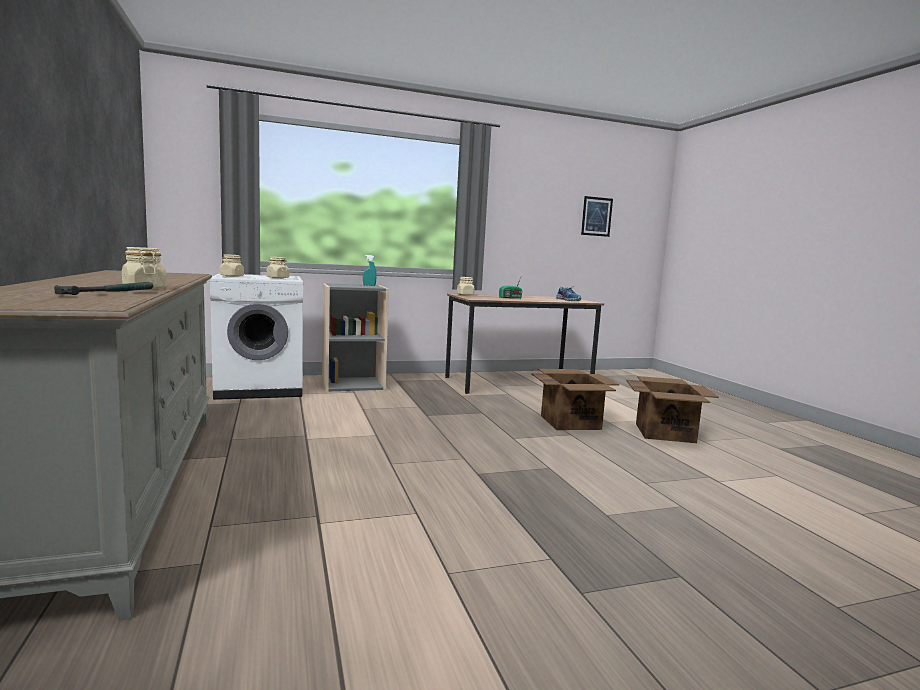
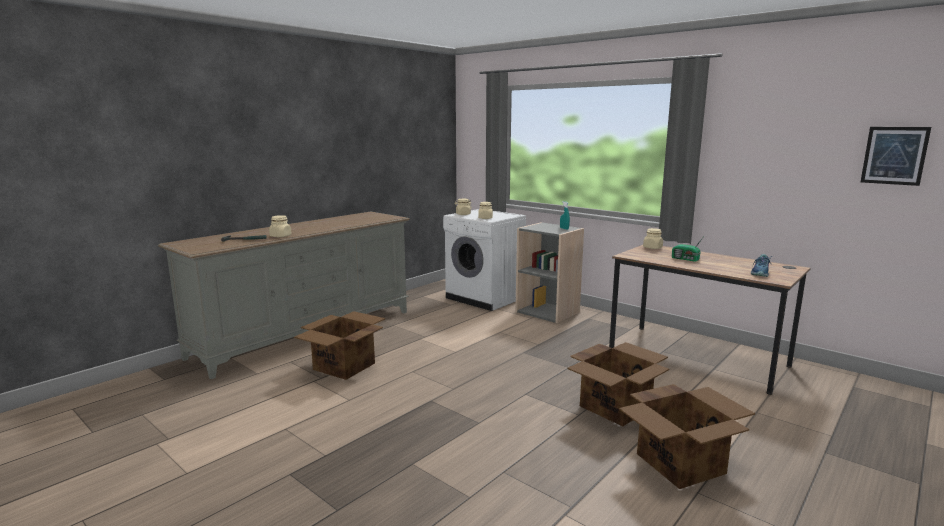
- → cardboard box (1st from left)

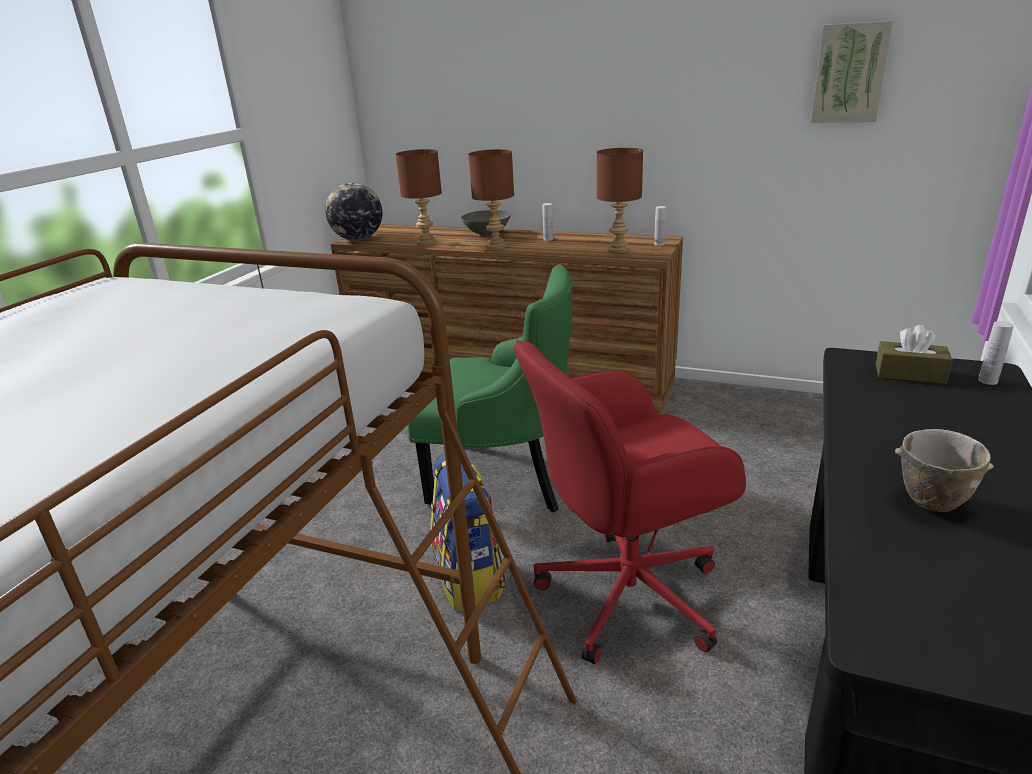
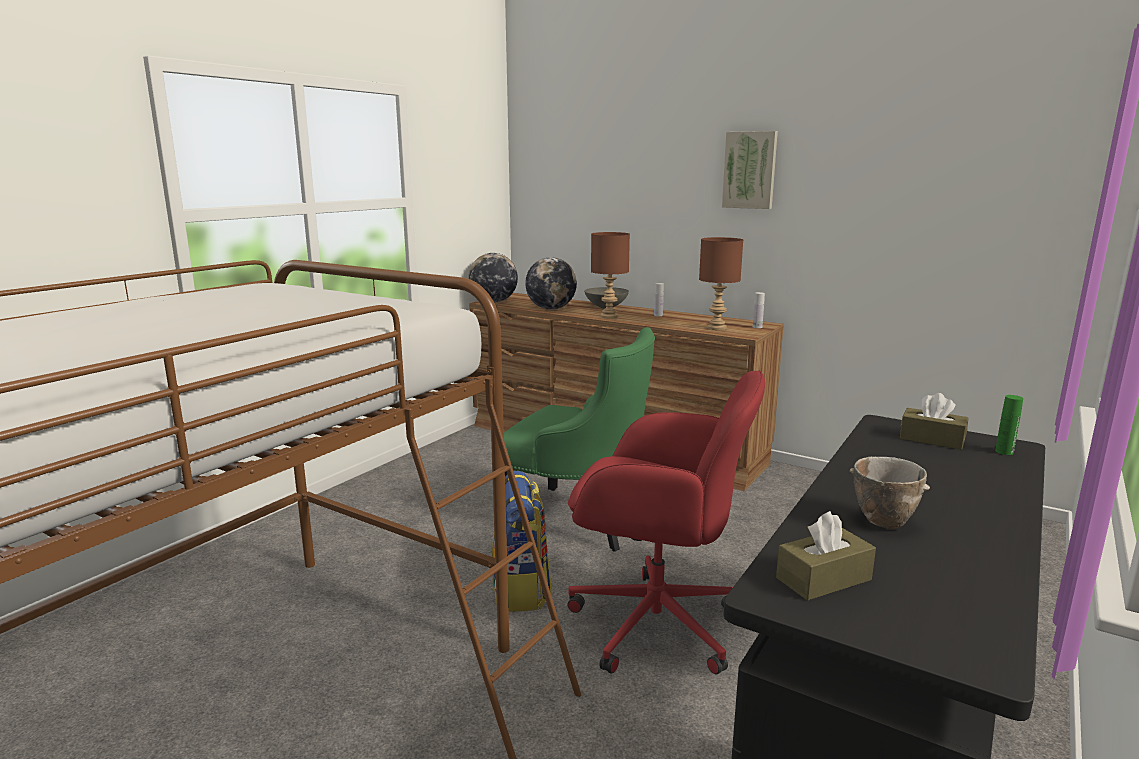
wall picture, move
brown table lamp (1st from left) → world globe (2nd from left)
whitish bottle (3rd from left) → greenish bottle
reddish office chair, 150 degrees counterclockwise
- → brown box of tissues (1st from left)

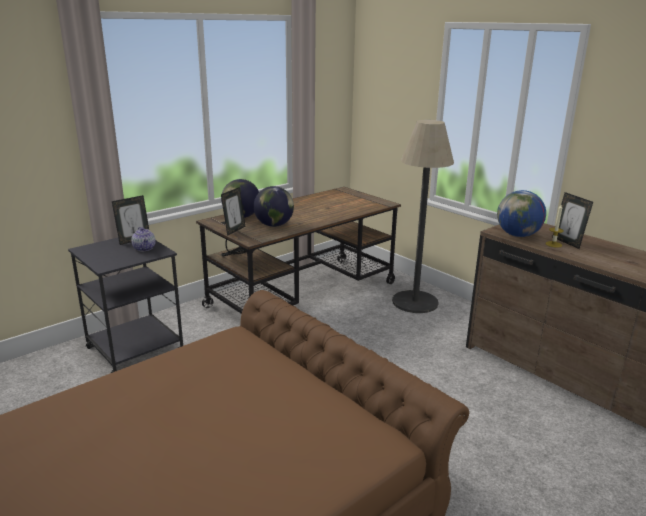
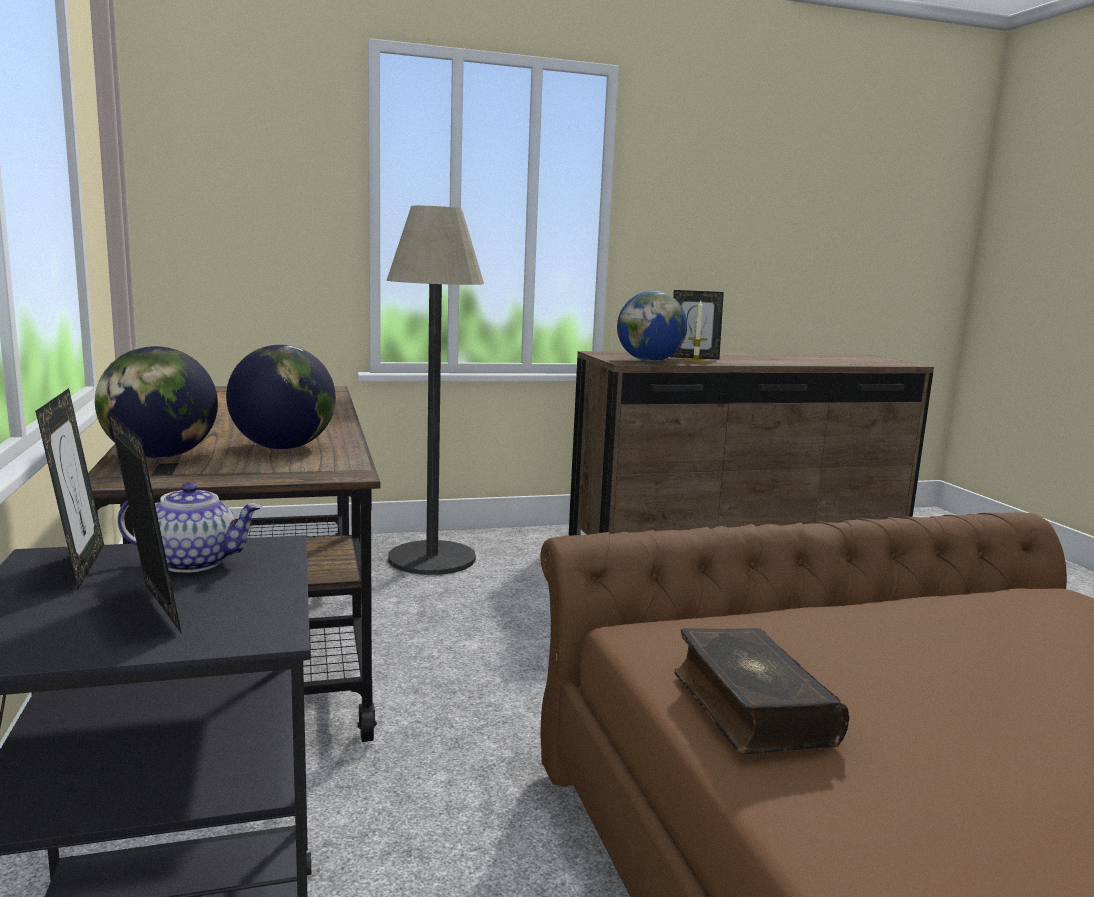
picture frame (2nd from left), move
- → bound book

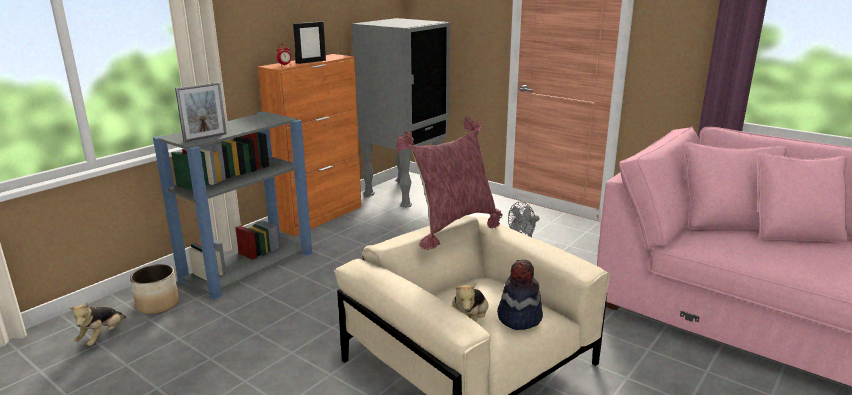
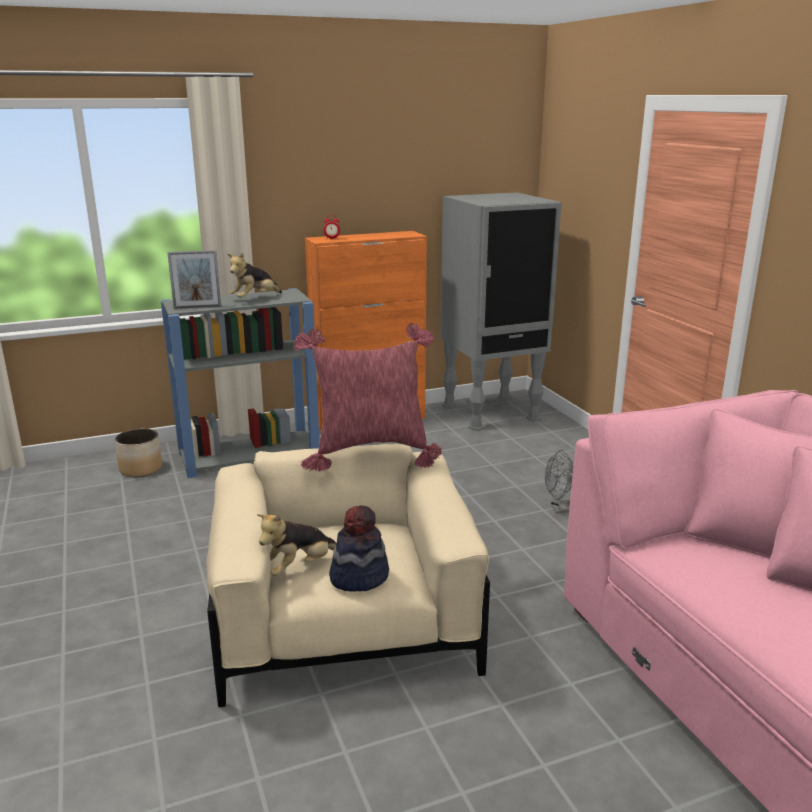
picture frame (2nd from left) → -
plush toy (1st from left), move

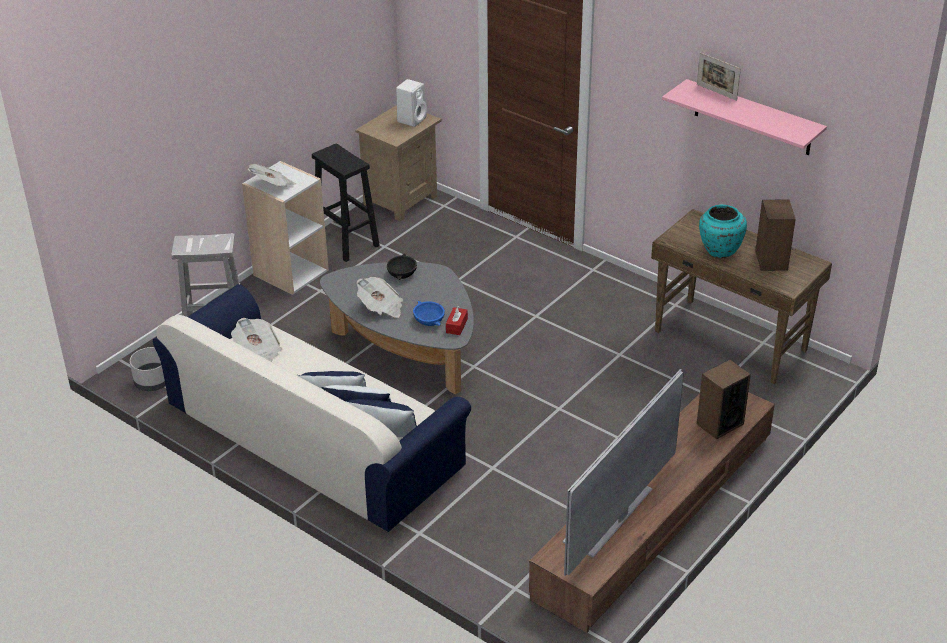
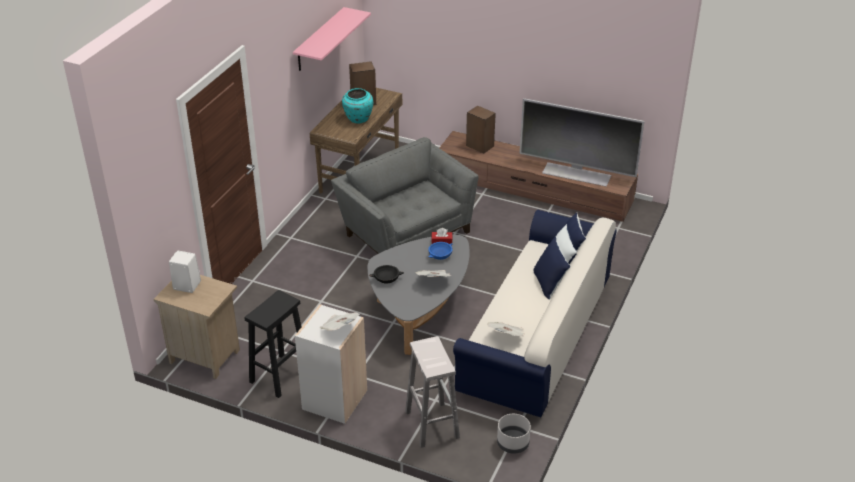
picture frame → -
- → gray armchair

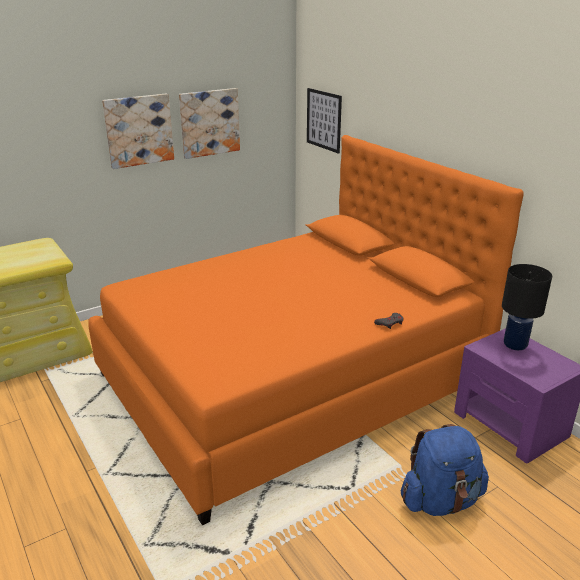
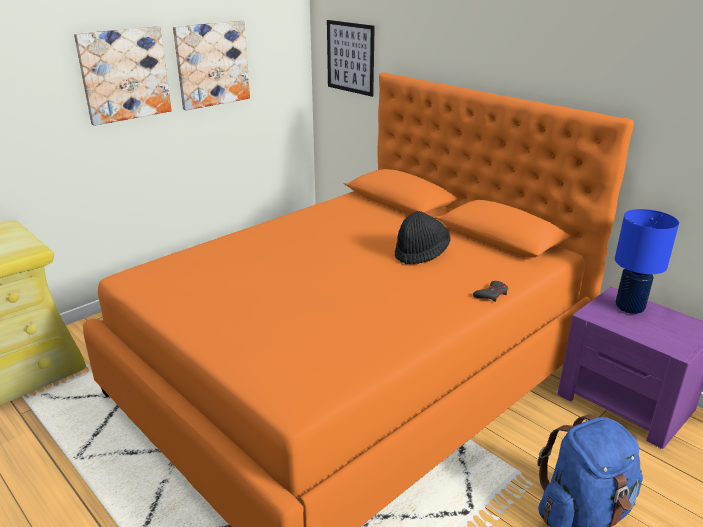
blackish table lamp → blue-coloured table lamp
- → blackish clothing hat

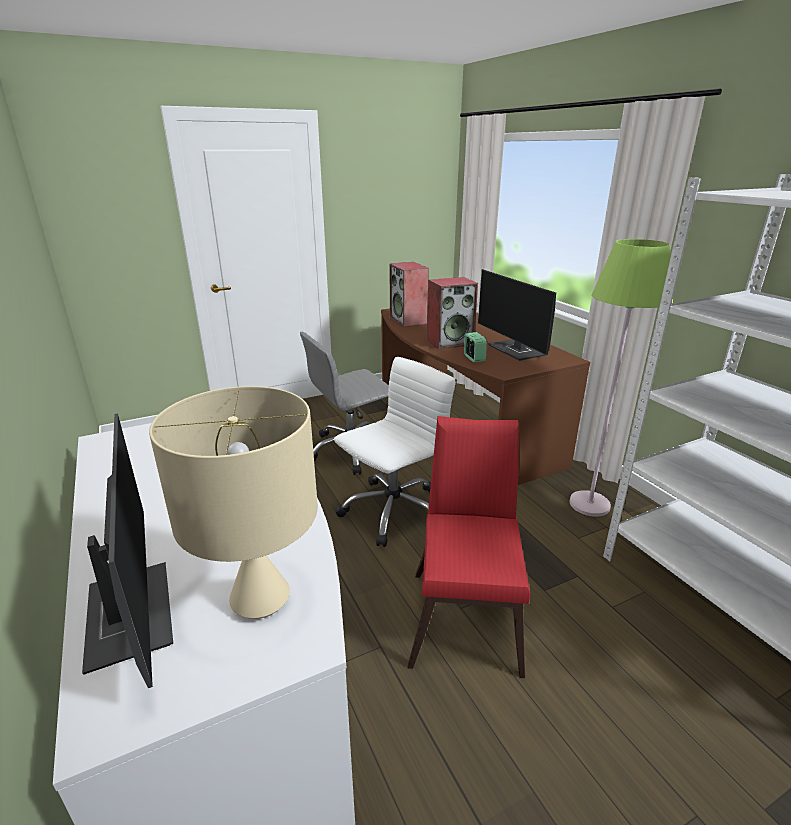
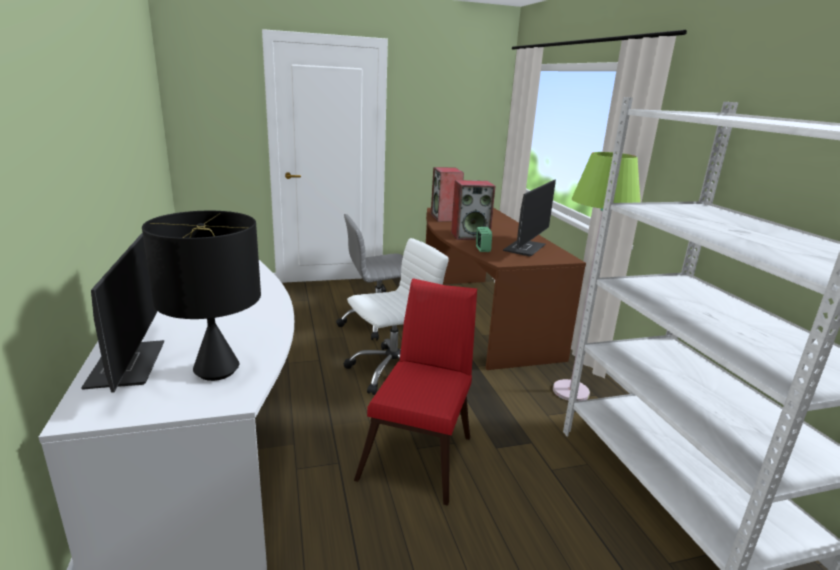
computer display (2nd from left), 135 degrees counterclockwise
beige-coloured table lamp → blackish table lamp

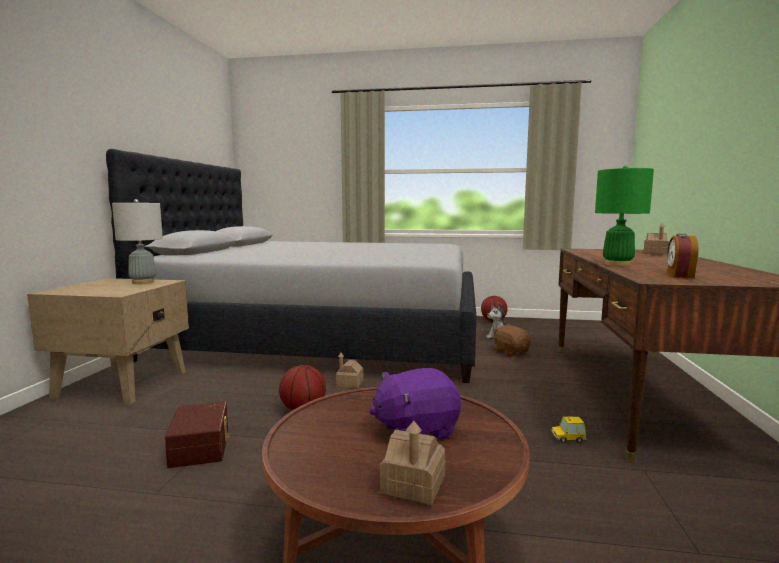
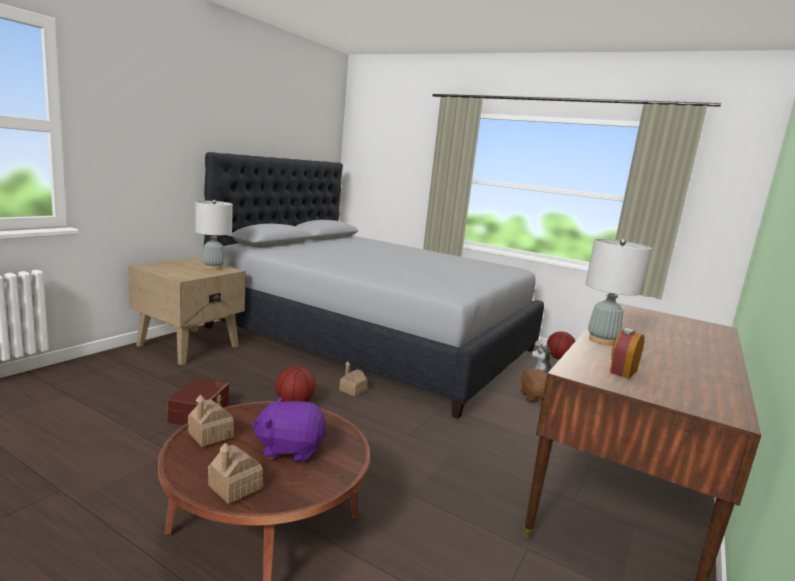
greenish table lamp → gray table lamp (2nd from left)
model house (3rd from left in the first image) → model house (1st from left), move
model car → -

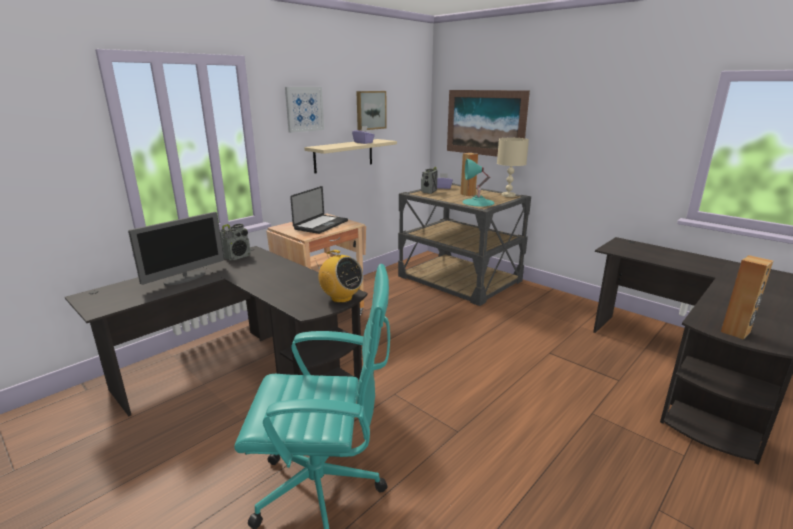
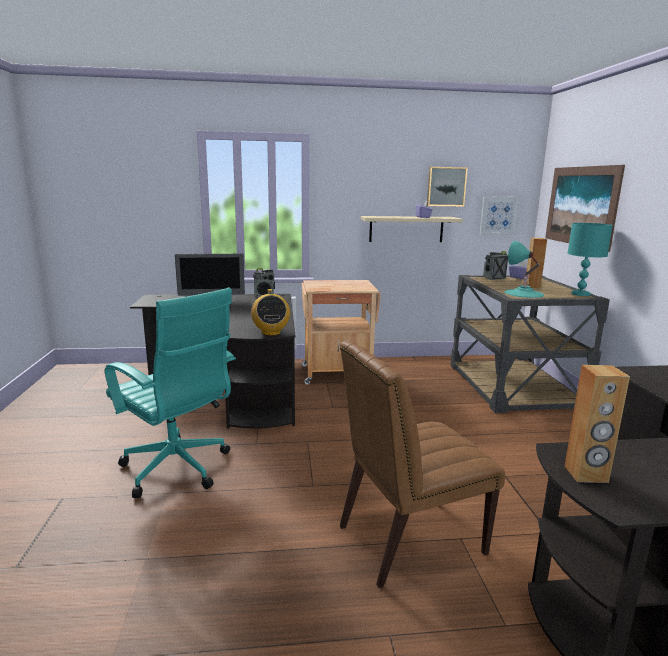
wall picture (1st from left in the first image) → wall picture (2nd from left), move
beige-coloured table lamp → blue-green table lamp (2nd from left)
laptop → -
- → brown upright chair

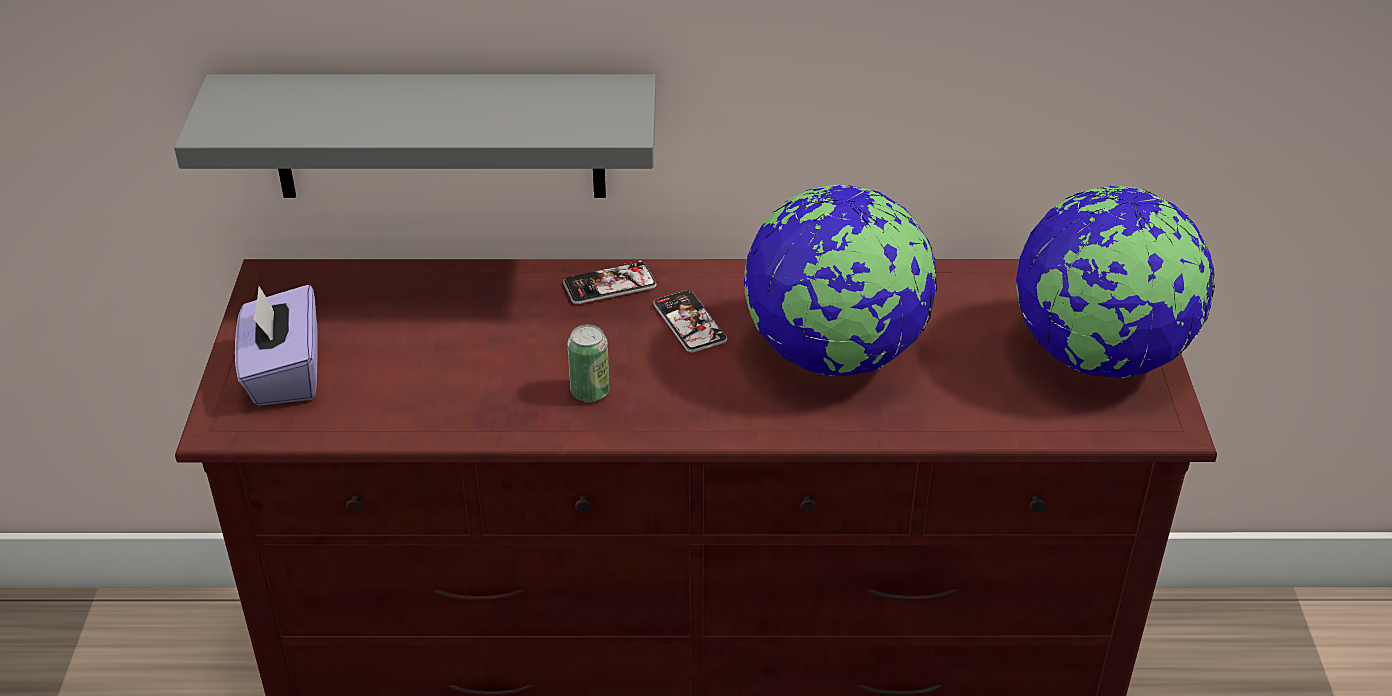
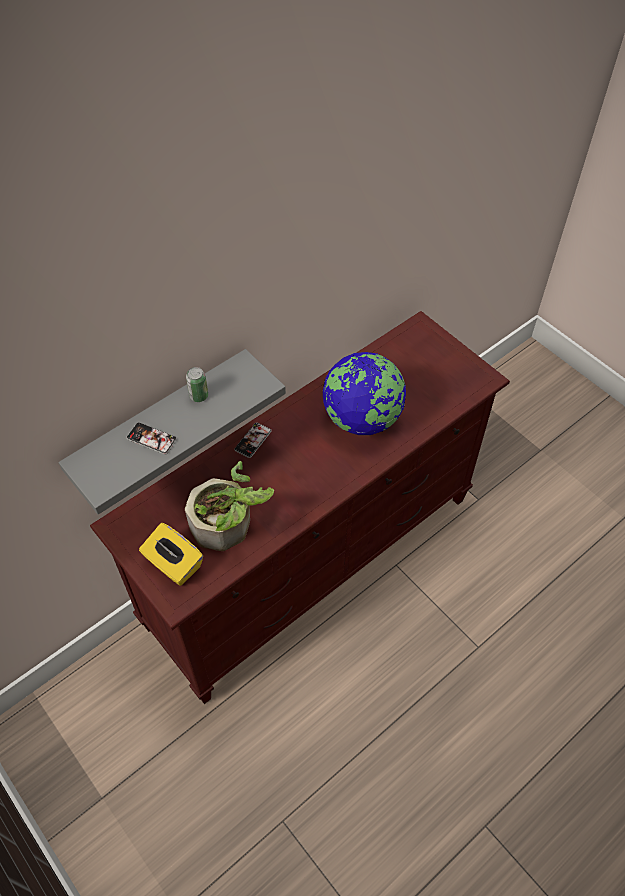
world globe (2nd from left) → -
purple box of tissues → yellowish box of tissues
handset (2nd from left in the first image) → handset (1st from left), move
metal can, move
- → potted plant

